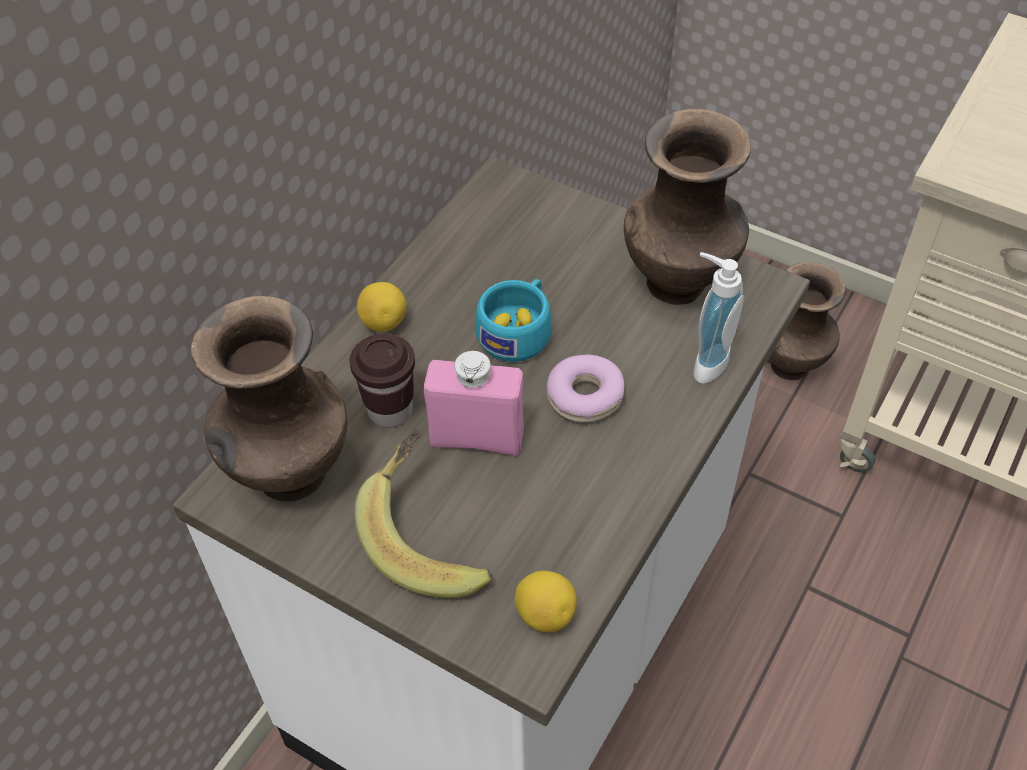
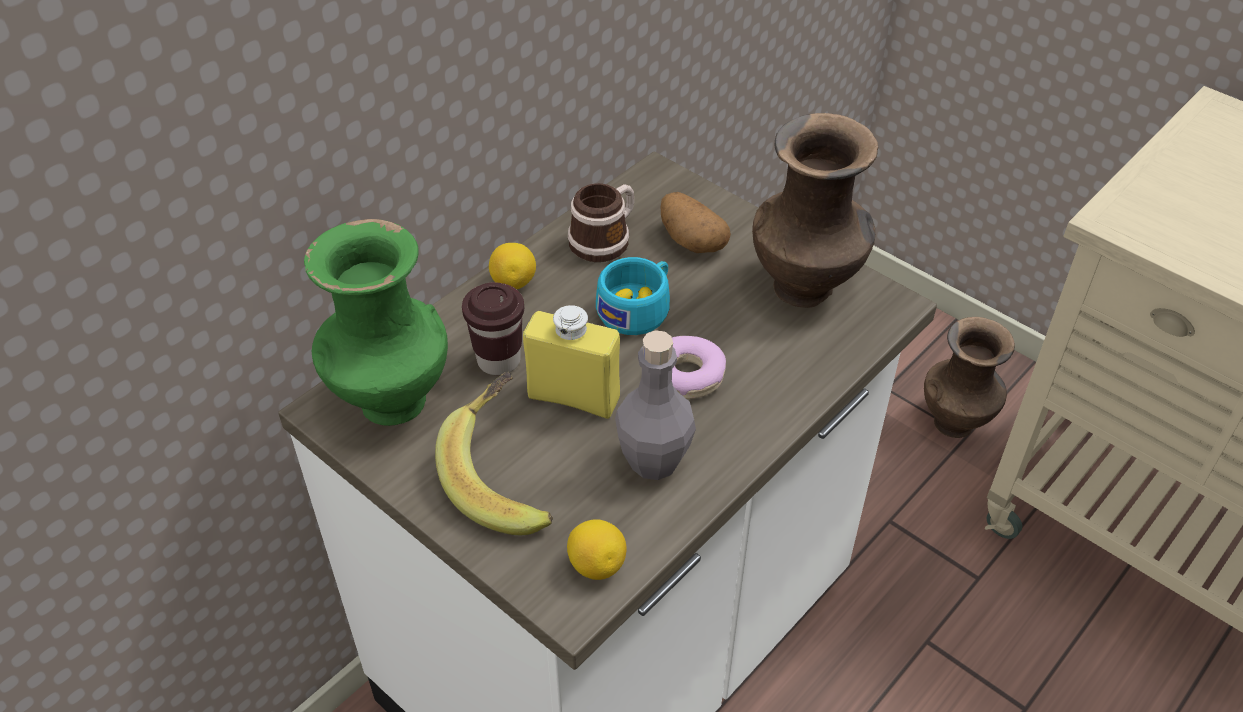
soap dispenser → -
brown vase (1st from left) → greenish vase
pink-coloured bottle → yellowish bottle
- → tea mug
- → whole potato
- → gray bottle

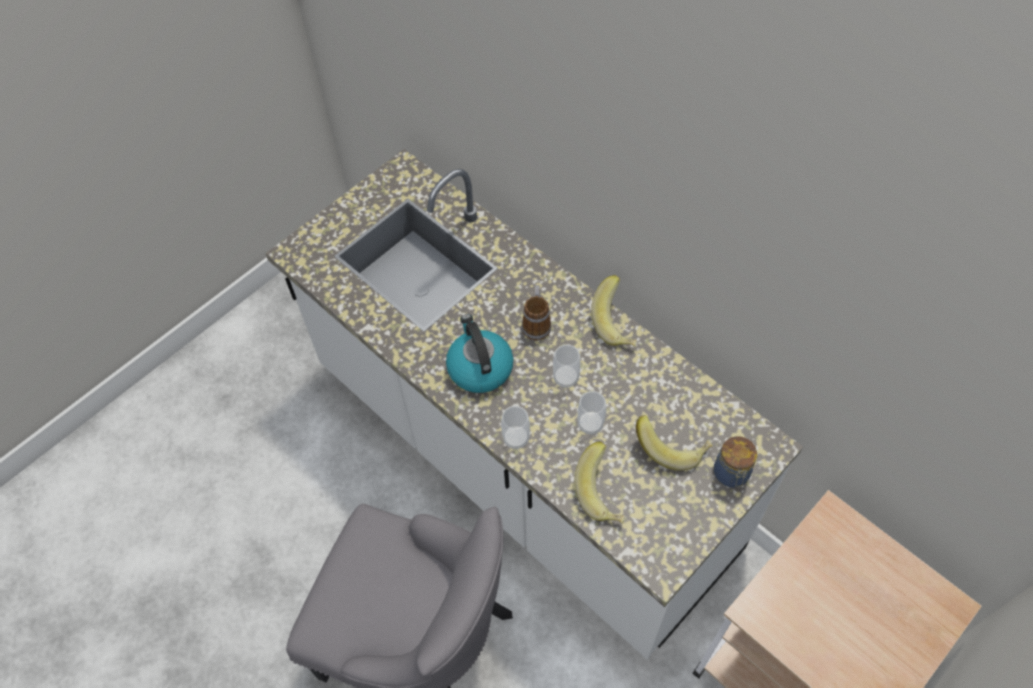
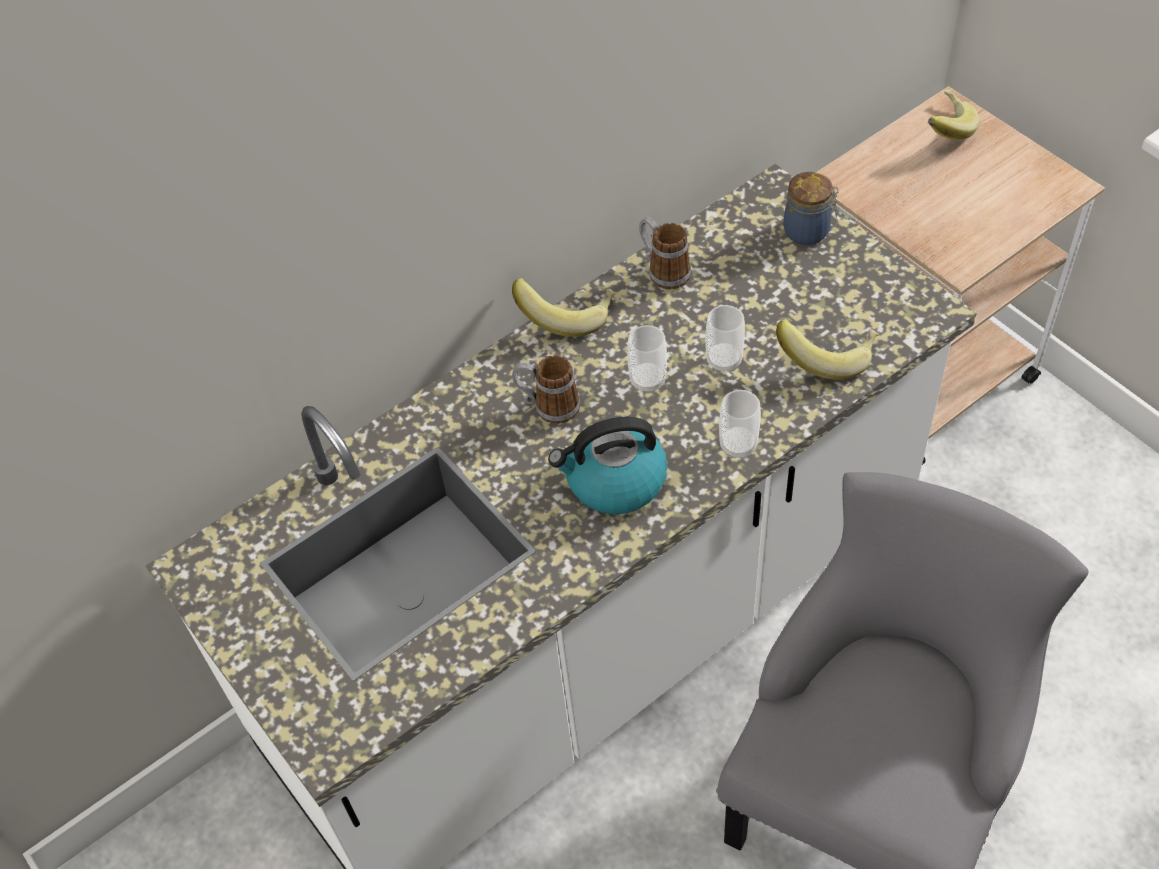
banana (3rd from left), move
- → tea mug (2nd from left)

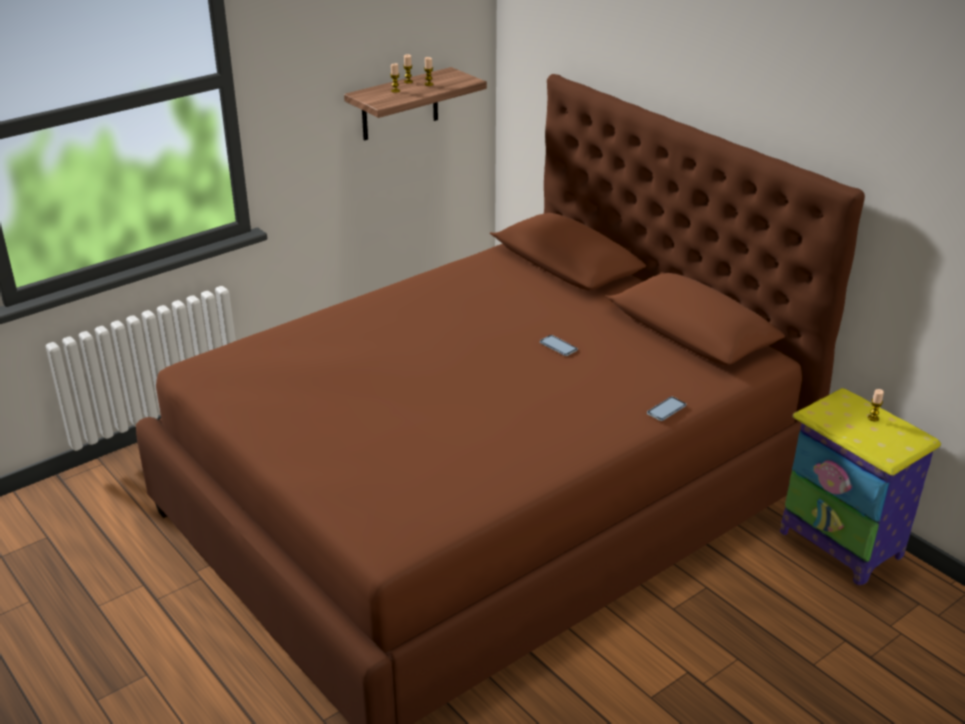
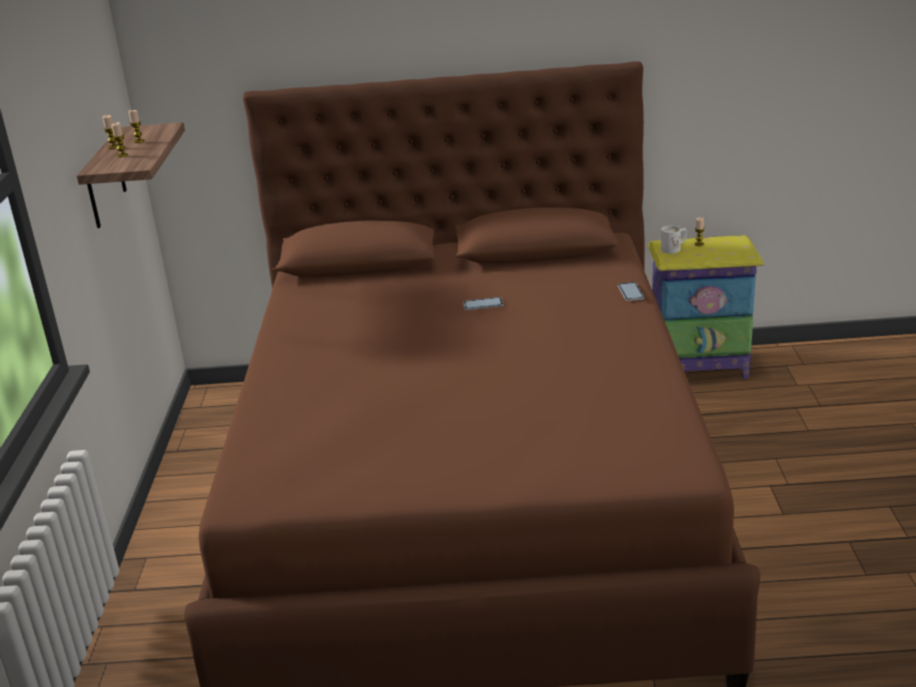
- → whitish tea mug

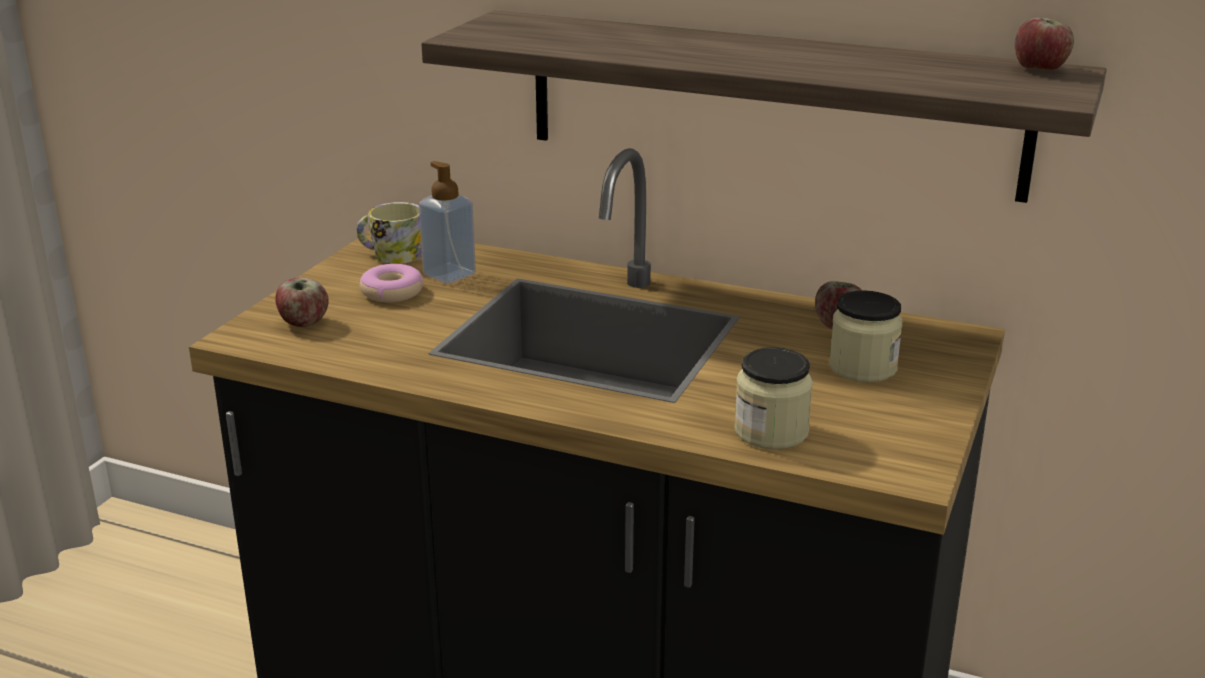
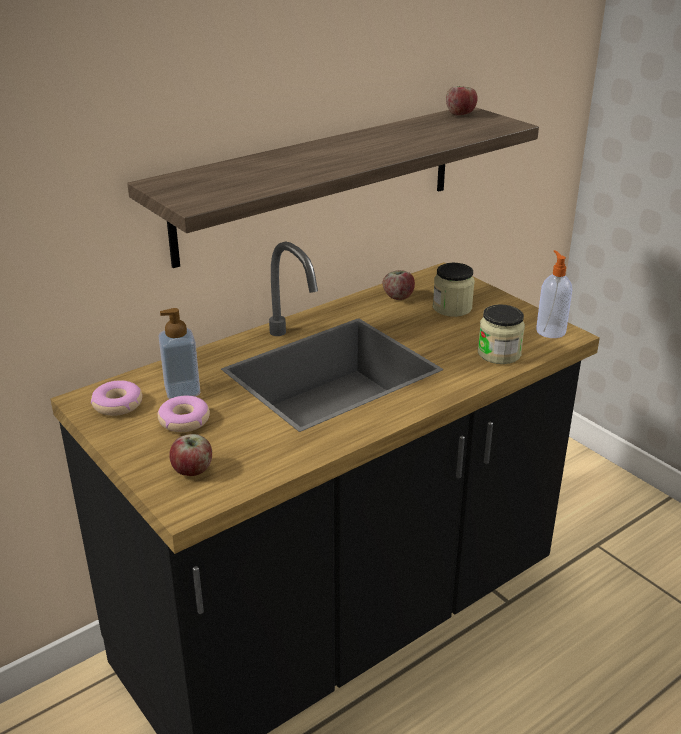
tea mug → donut (1st from left)
- → soap dispenser (2nd from left)

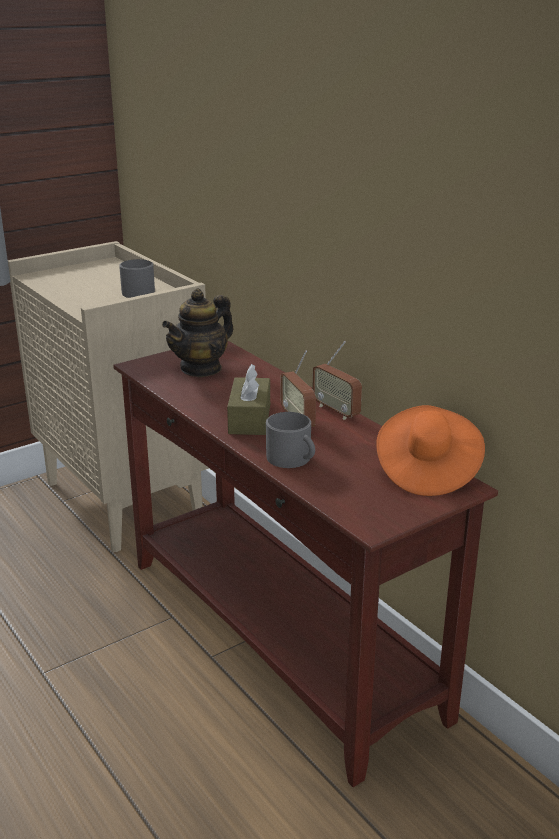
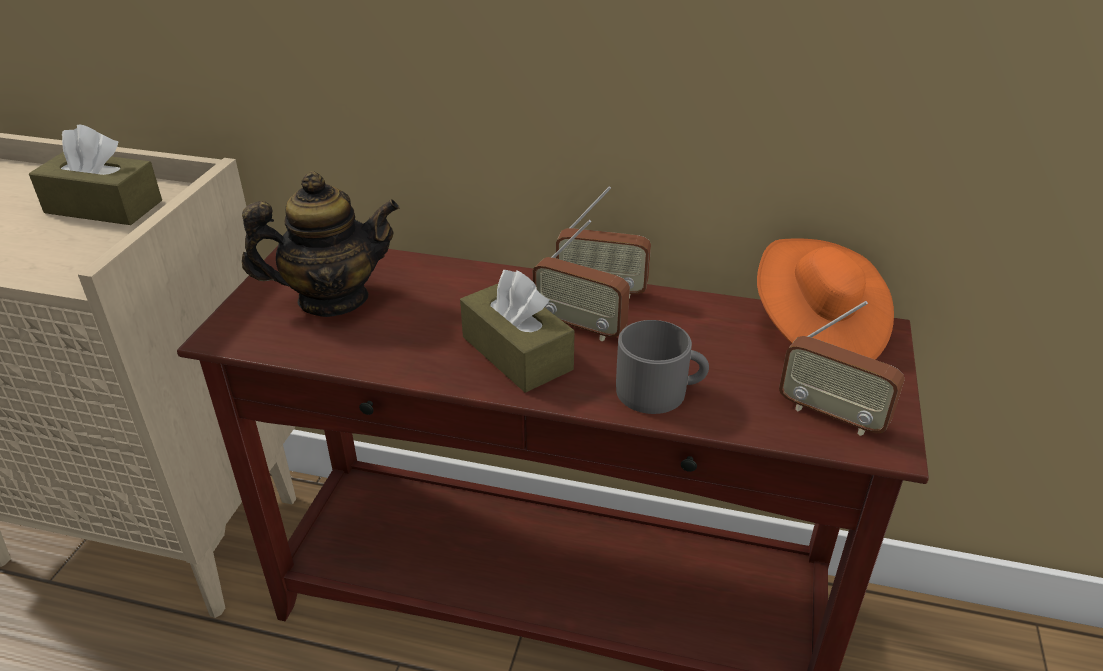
gray tea mug (1st from left) → brown box of tissues (1st from left)
teapot, 105 degrees counterclockwise
- → radio set (3rd from left)

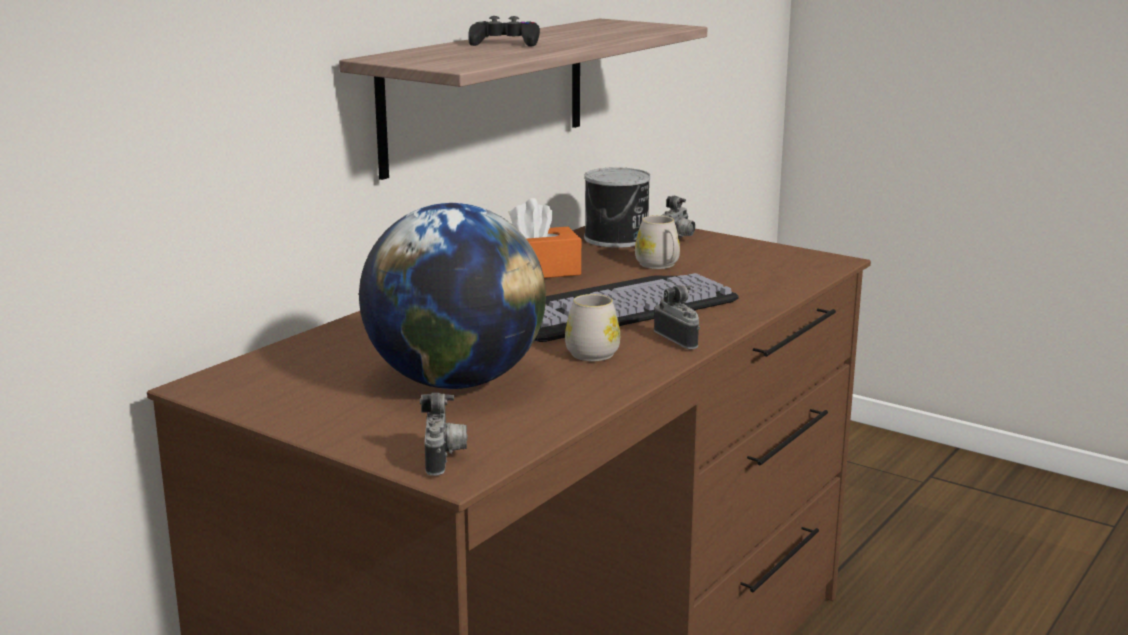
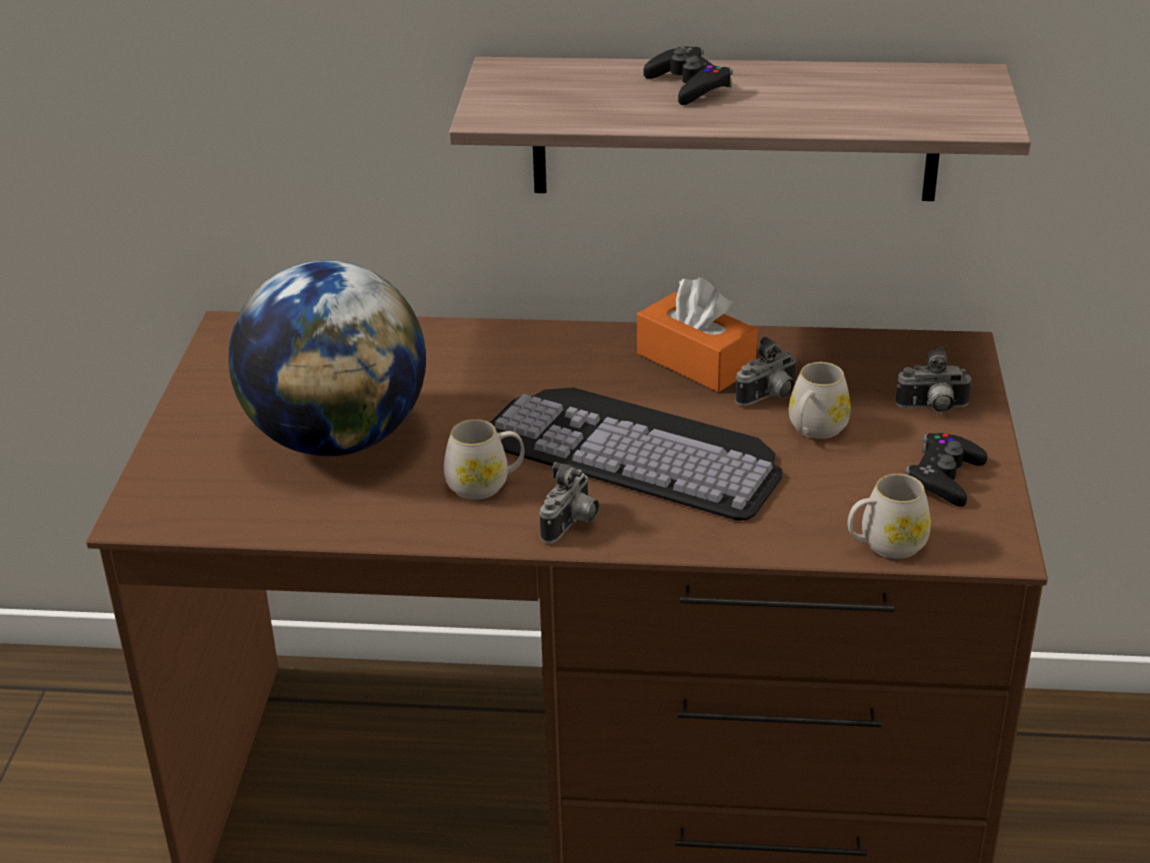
metal can → -
photo camera (1st from left in the first image) → photo camera (2nd from left), move
- → blackish game controller (2nd from left)
- → whitish tea mug (3rd from left)

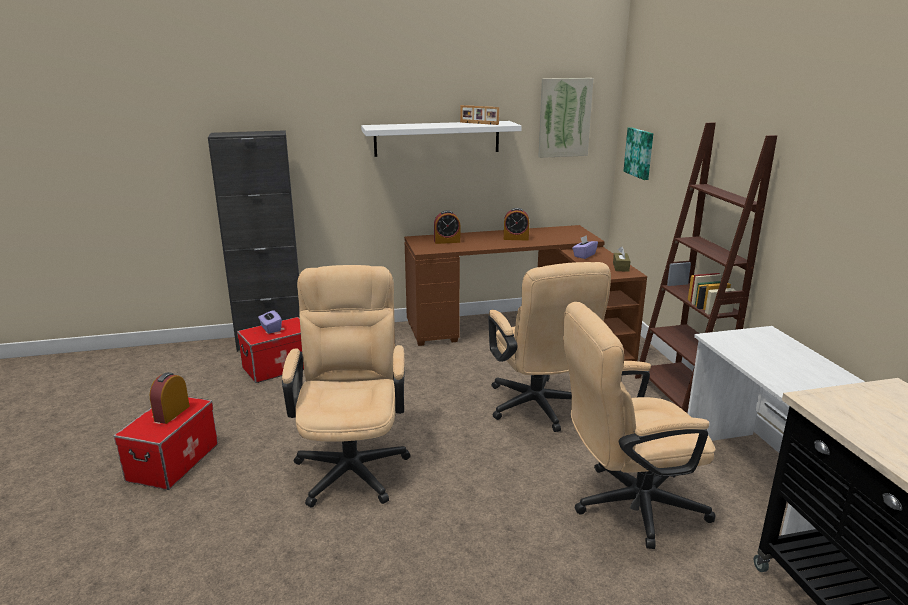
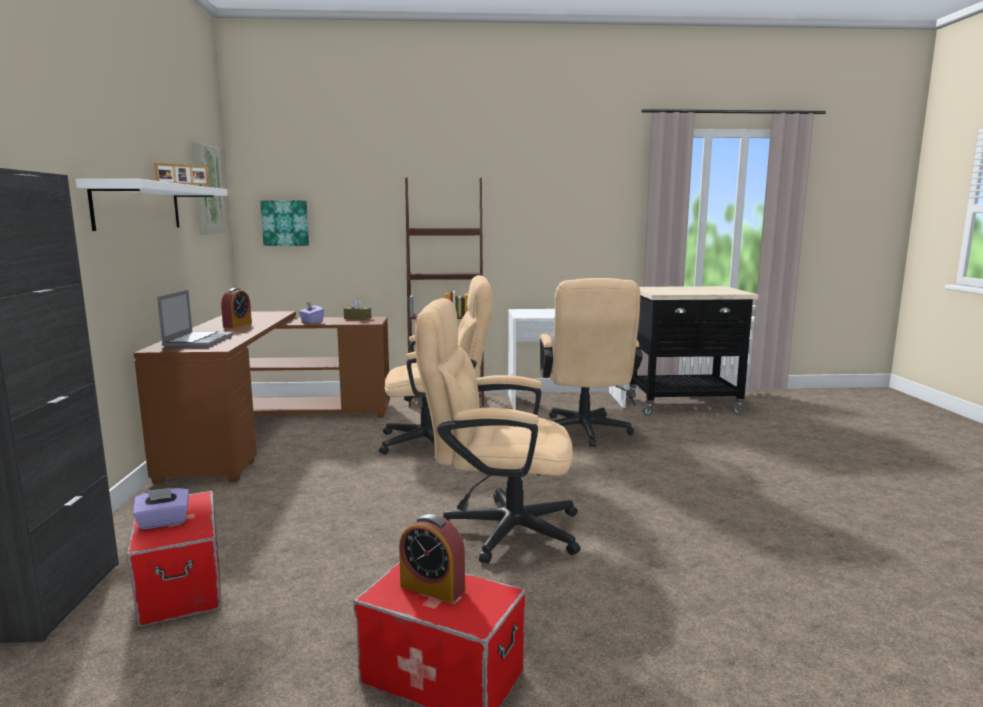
bedside clock (2nd from left) → laptop

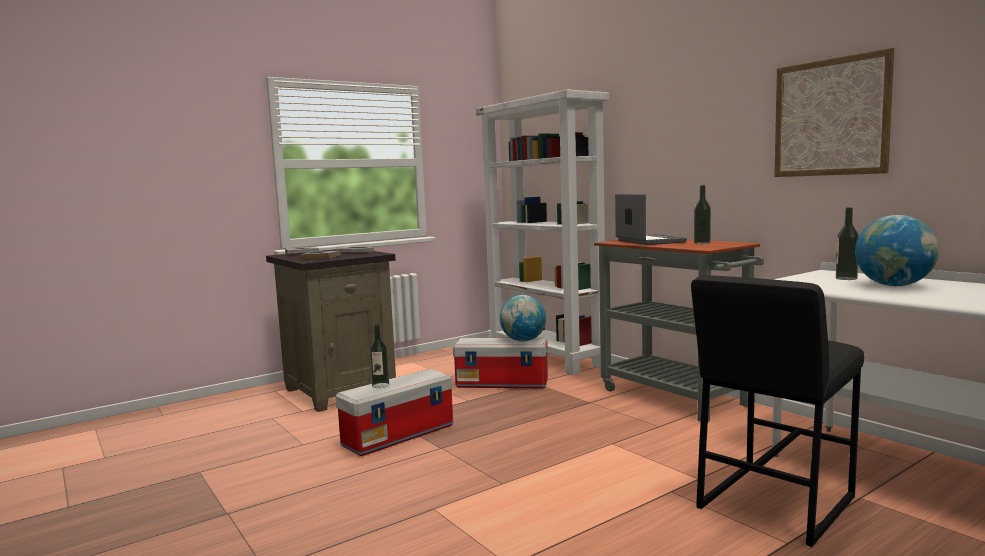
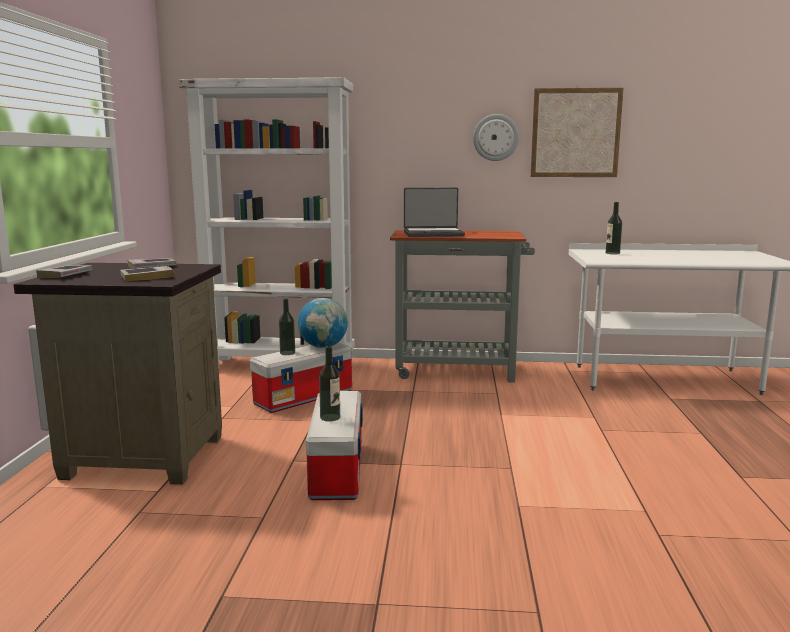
bottle (2nd from left in the first image) → bottle (1st from left), move
laptop, 150 degrees clockwise
world globe (2nd from left) → -
blackish stool seat → -
- → wall clock

